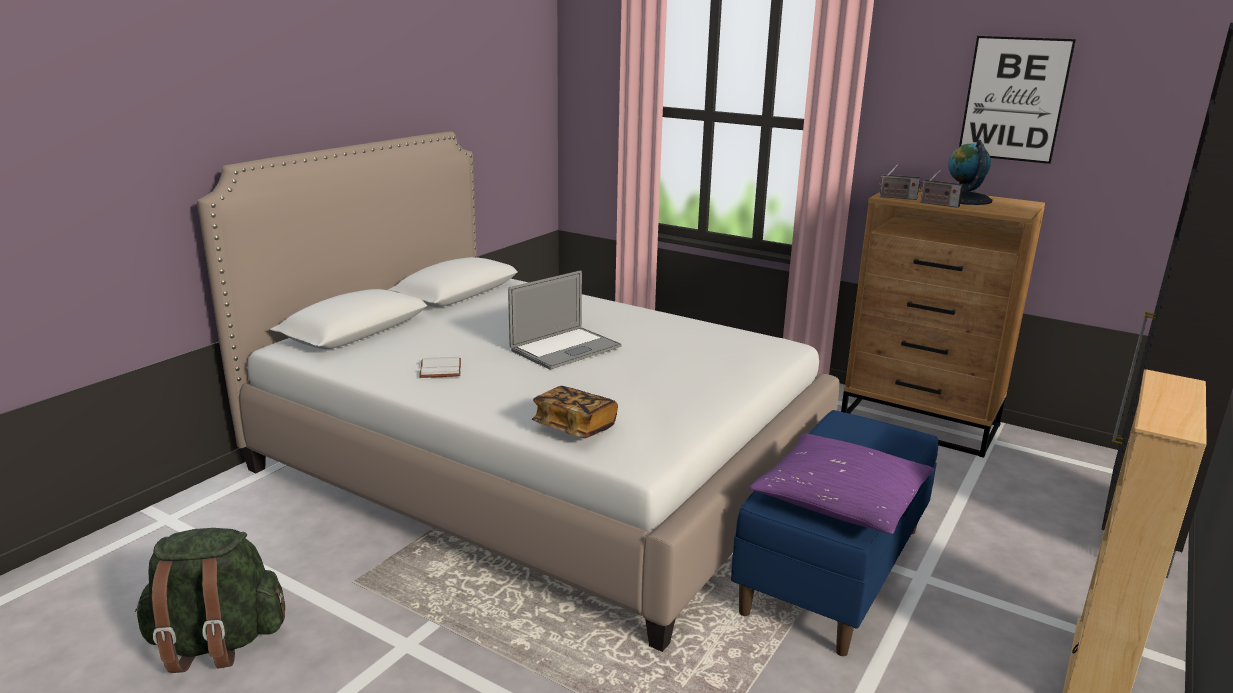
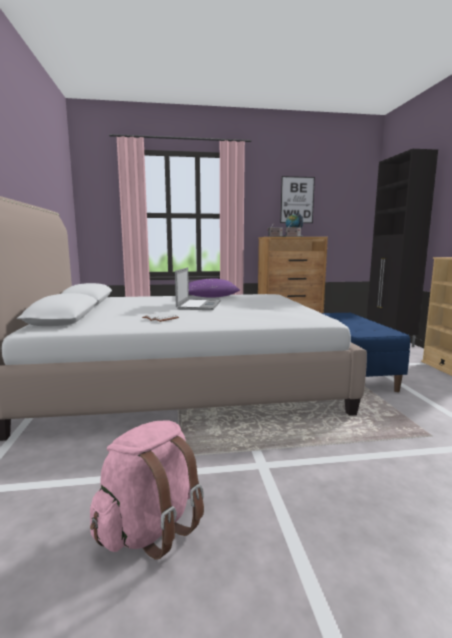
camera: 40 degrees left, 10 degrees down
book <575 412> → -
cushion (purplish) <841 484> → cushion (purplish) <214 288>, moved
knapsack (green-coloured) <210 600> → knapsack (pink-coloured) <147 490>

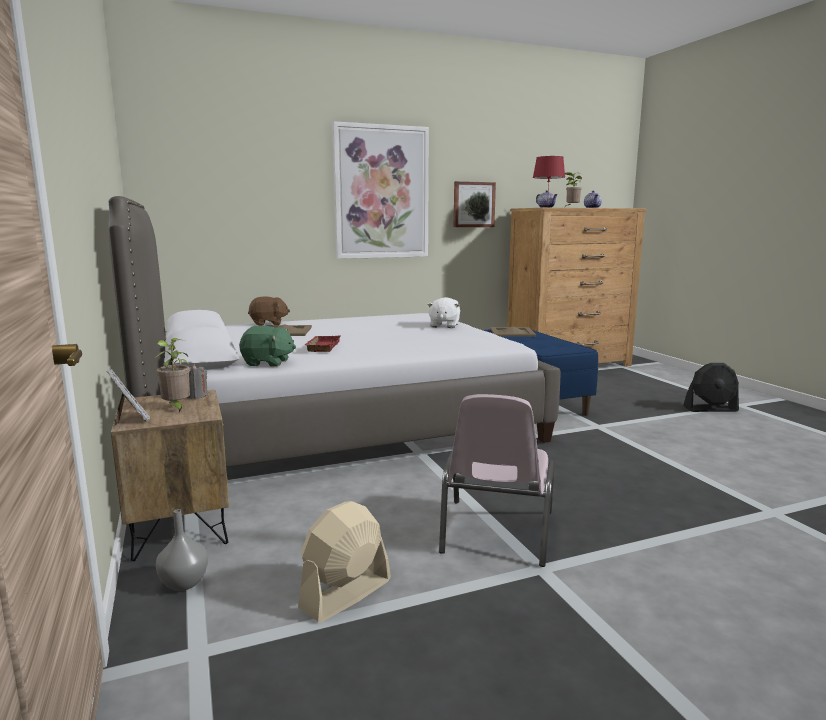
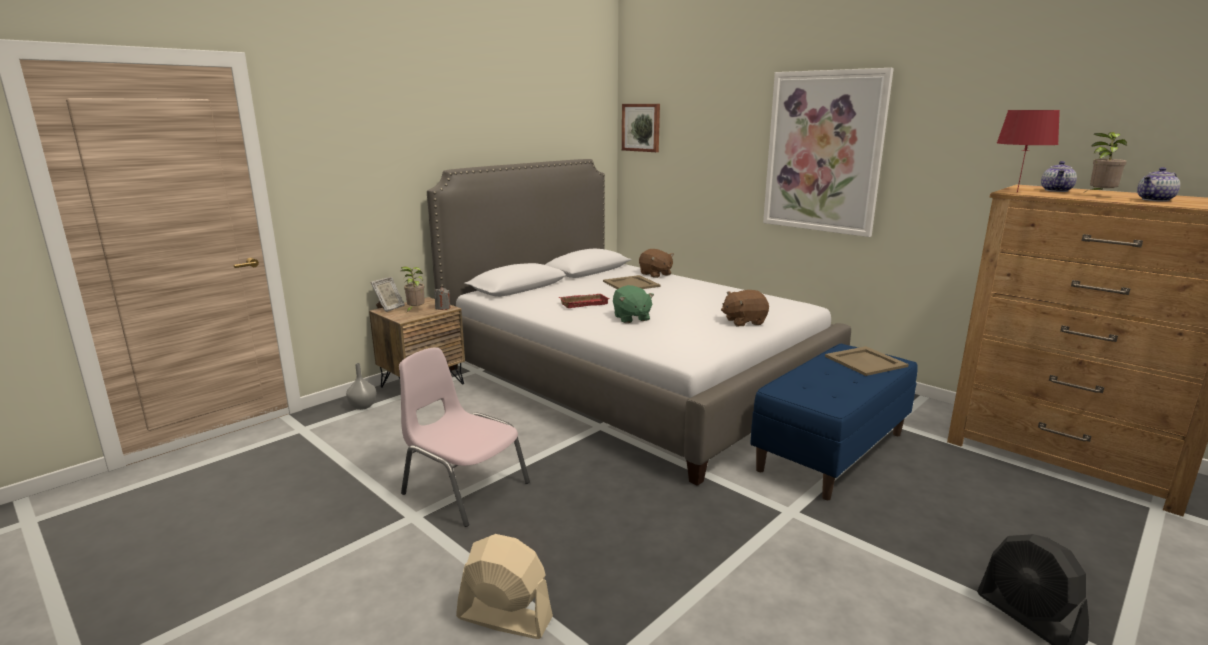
camera: 65 degrees right, 5 degrees up
wall picture <475 204> → wall picture <641 128>, moved
soft toy (white) <443 312> → soft toy (brown) <745 308>
soft toy (green-coloured) <267 346> → soft toy (green-coloured) <633 304>, moved
plain chair (pink-coloured) <497 480> → plain chair (pink-coloured) <464 437>, 45 degrees clockwise
electric fan (beige) <344 561> → electric fan (beige) <504 586>, moved

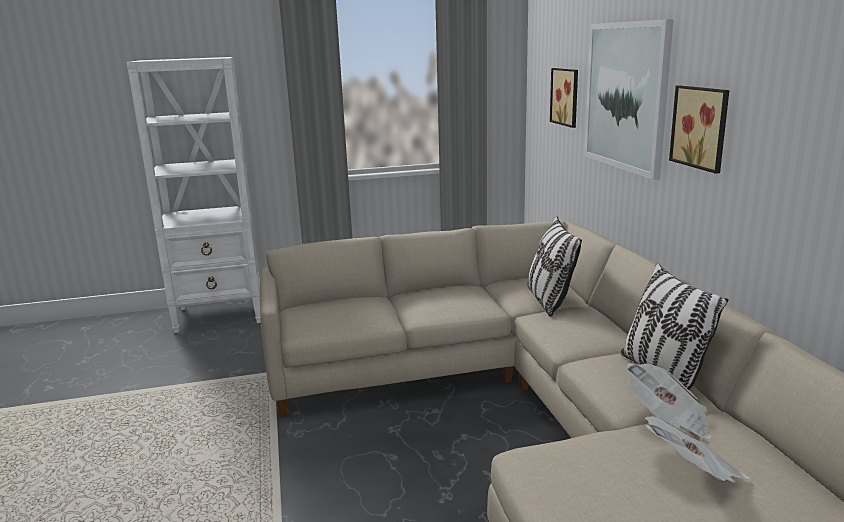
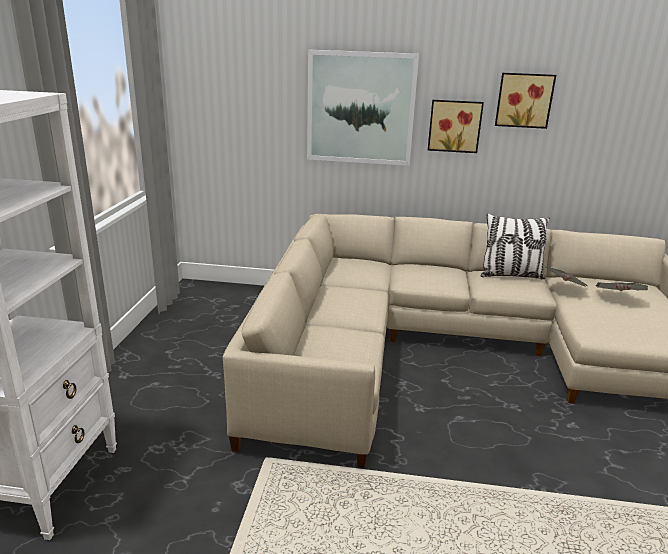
camera: 70 degrees left, 5 degrees up
wall picture <564 98> → wall picture <525 101>, moved
cushion <555 266> → -

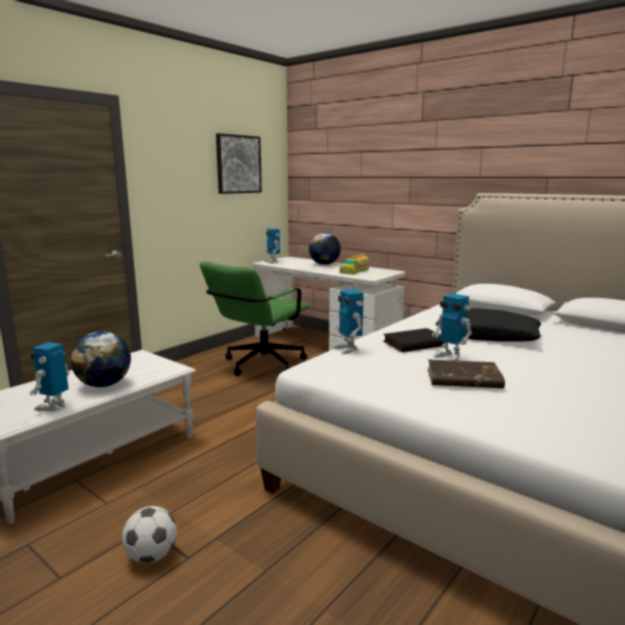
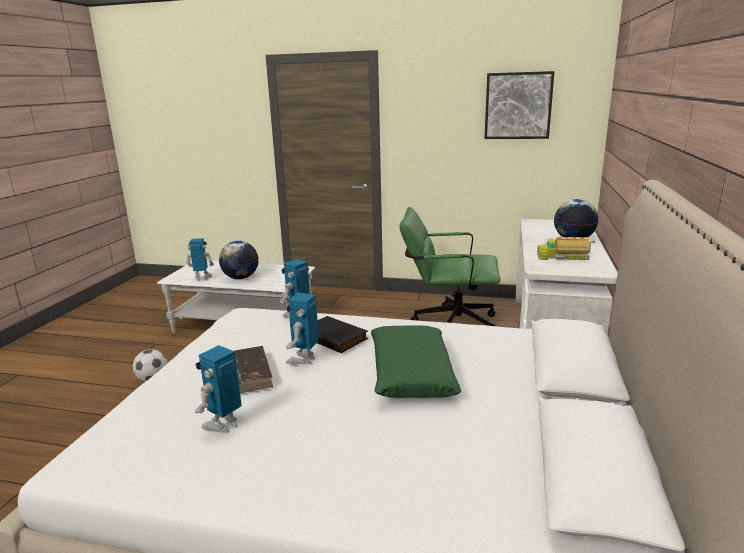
camera: 65 degrees right, 5 degrees up
robot figure <272 246> → robot figure <219 389>, moved
cushion (blackish) <488 324> → cushion (green-coloured) <416 361>

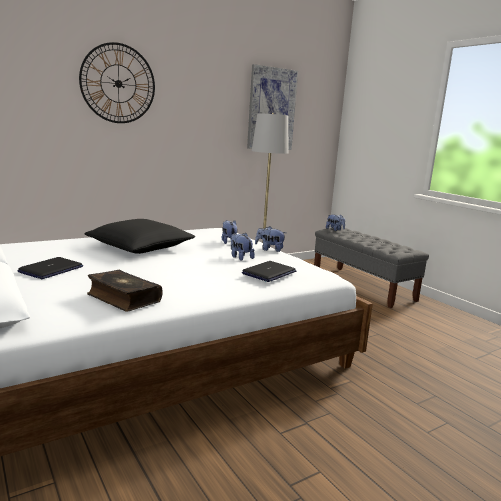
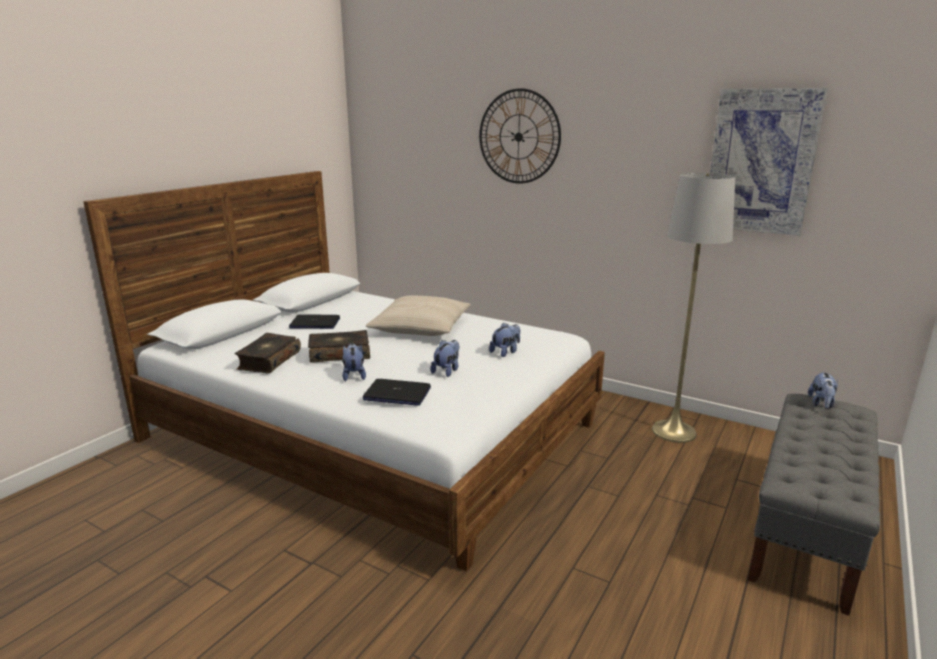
camera: 65 degrees right, 5 degrees up
cushion (blackish) <139 236> → cushion (beige) <418 316>
soft toy <270 239> → soft toy <354 362>, moved
- → book <339 346>

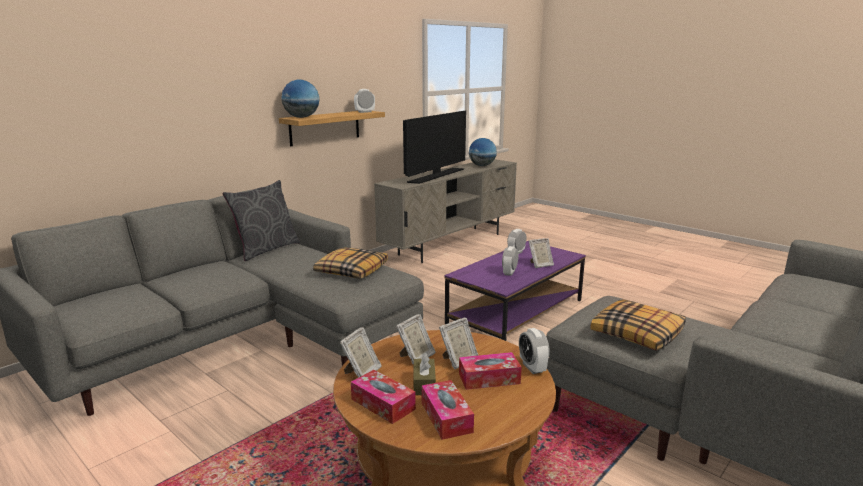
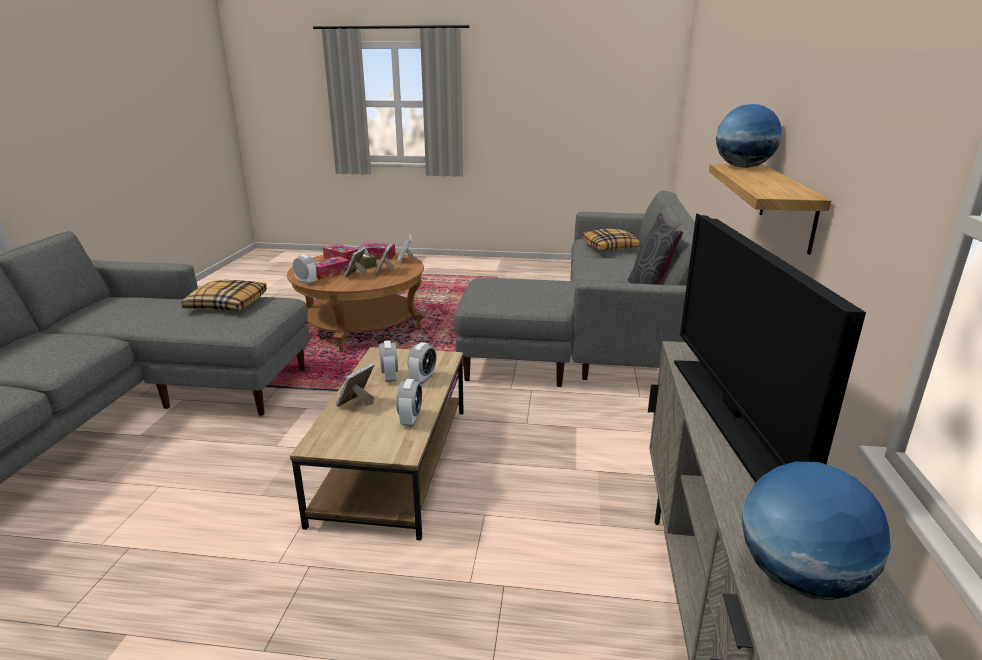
camera: 145 degrees right, 5 degrees up
bedside clock <364 101> → bedside clock <422 363>, moved
lounge table (purplish) <515 291> → lounge table (brown) <377 444>
cushion <350 263> → cushion <611 240>, moved

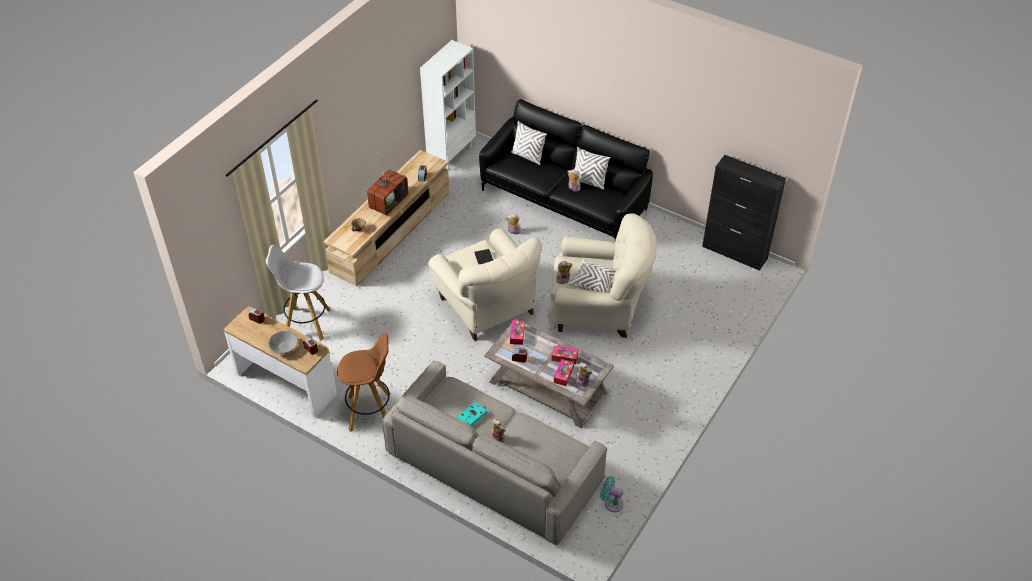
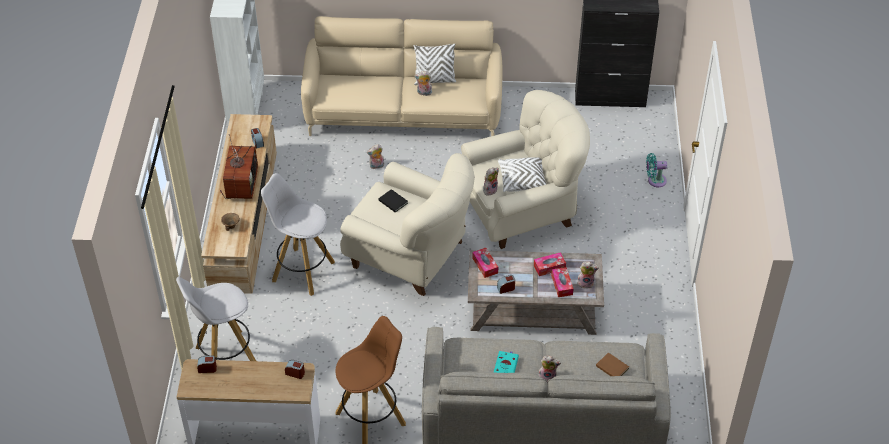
camera: 30 degrees left, 0 degrees up
couch (blackish) <566 169> → couch (beige) <402 76>
cushion (white) <529 143> → -
deep dish (greyish) <283 342> → -
electric fan (turquoise-coloured) <612 494> → electric fan (turquoise-coloured) <656 170>, moved
- → stool (white) <298 234>
- → book (brown) <612 364>

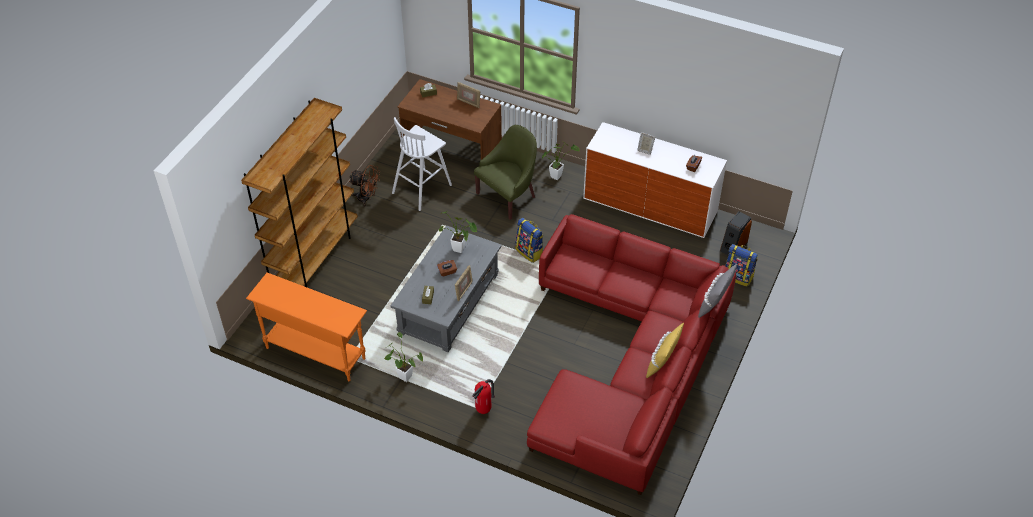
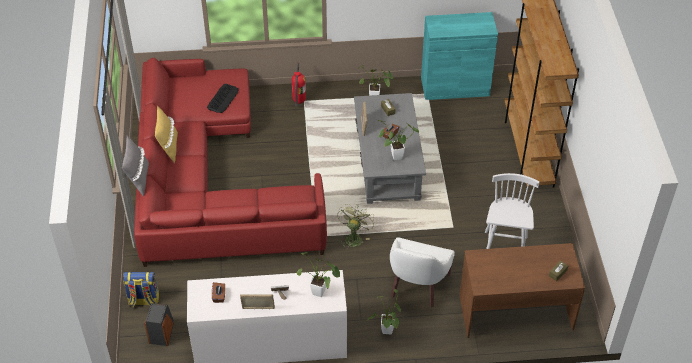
camera: 150 degrees right, 0 degrees up
picture frame <468 95> → picture frame <257 301>, moved
lounge chair (green-coloured) <505 172> → lounge chair (white) <422 272>
electric fan (brown) <364 185> → -
knapsack <529 240> → electric fan (green-coloured) <356 227>
narrow table (orange-coloured) <306 327> → cupboard (turquoise-coloured) <459 56>
- → computer keyboard <223 98>
- → plant in a pot <318 274>

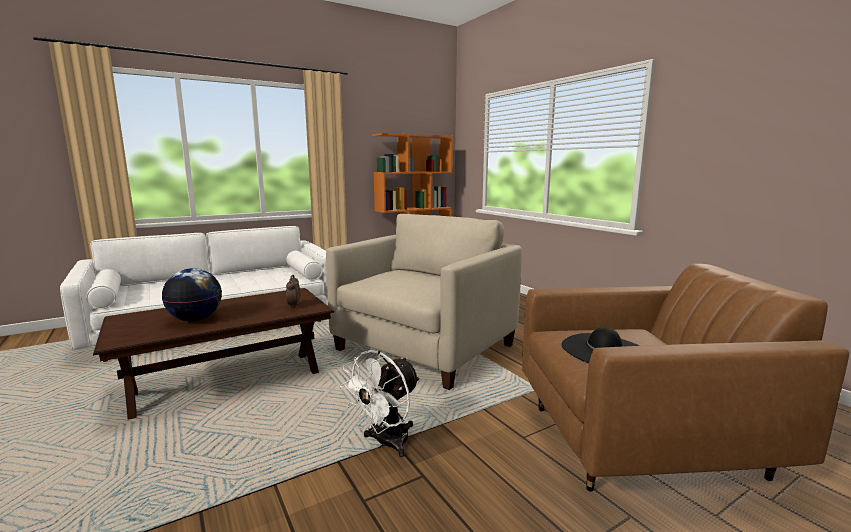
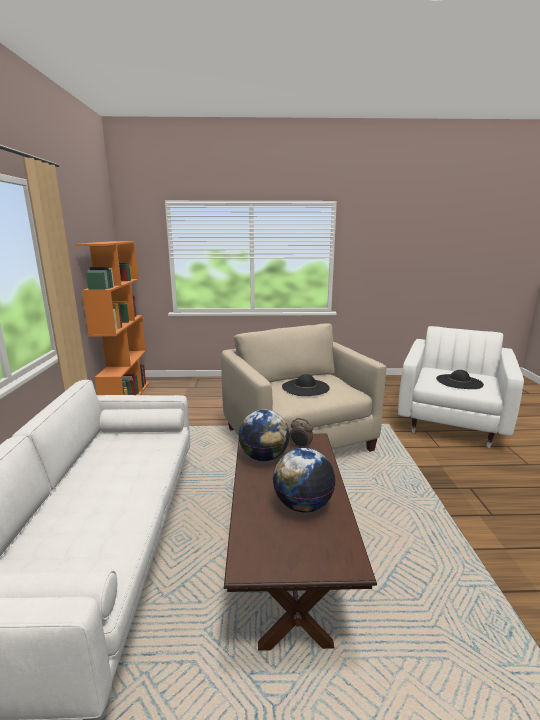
camera: 60 degrees left, 5 degrees up
lounge chair (brown) <685 378> → lounge chair (white) <461 387>
electric fan (white) <380 403> → -
- → wearable hat (blackish) <306 385>
- → desk globe <264 435>

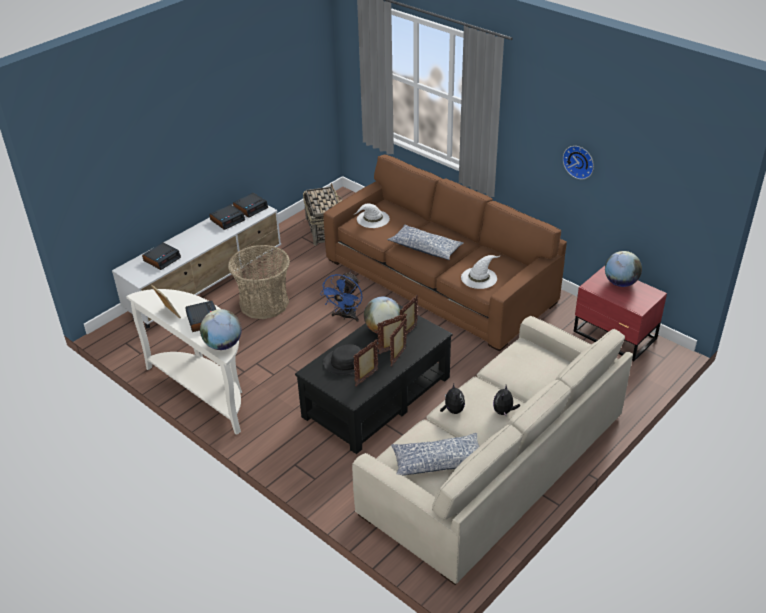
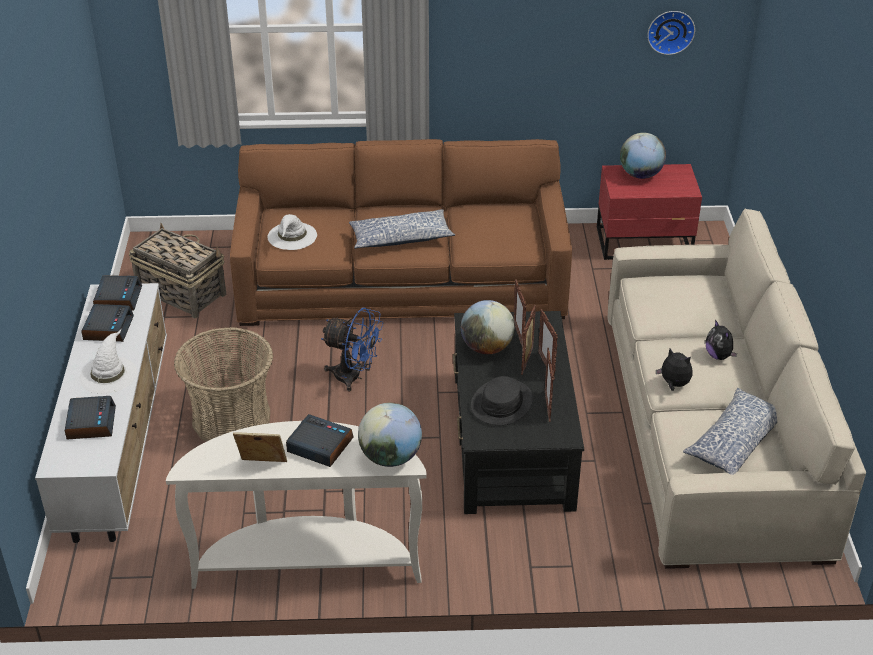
camera: 45 degrees left, 0 degrees up
hanging clock <578 162> → hanging clock <671 33>, moved
wearable hat (white) <481 272> → wearable hat (white) <108 361>, moved
electric fan (blue-coloured) <341 296> → electric fan (blue-coloured) <352 349>, 45 degrees counterclockwise

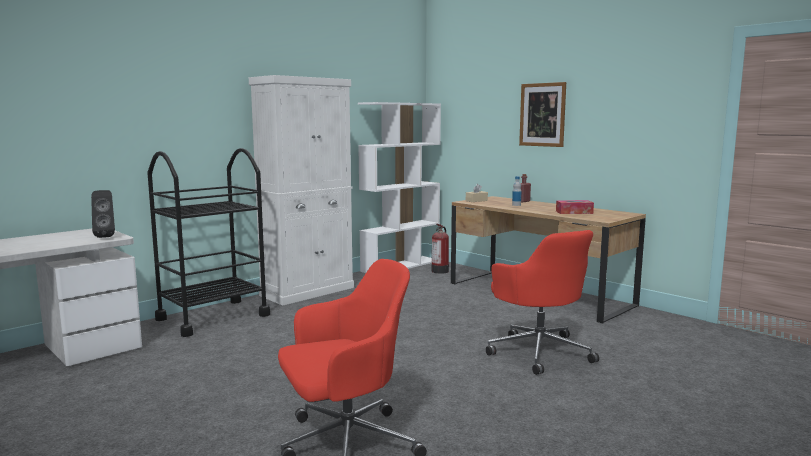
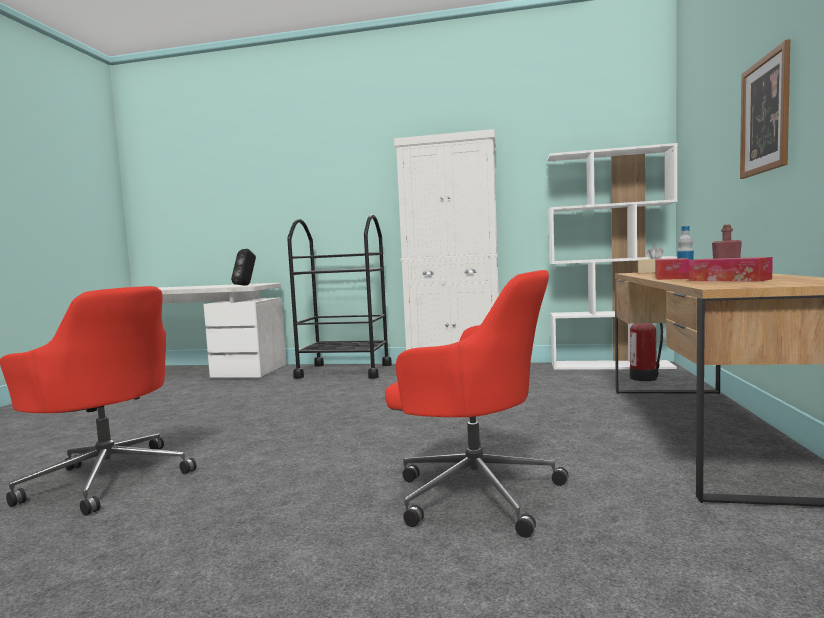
camera: 55 degrees right, 5 degrees down
office chair (red-coloured) <542 302> → office chair (red-coloured) <477 404>, 90 degrees counterclockwise
- → box of tissues <672 269>

